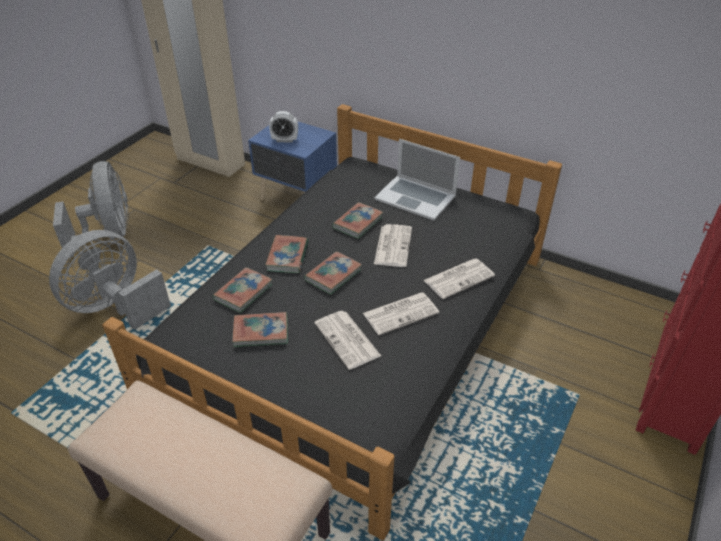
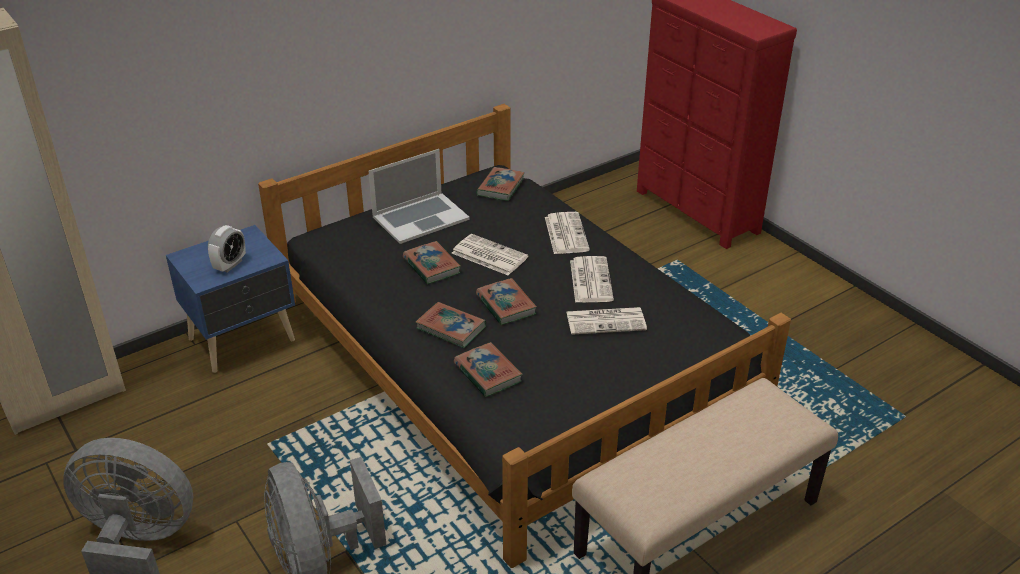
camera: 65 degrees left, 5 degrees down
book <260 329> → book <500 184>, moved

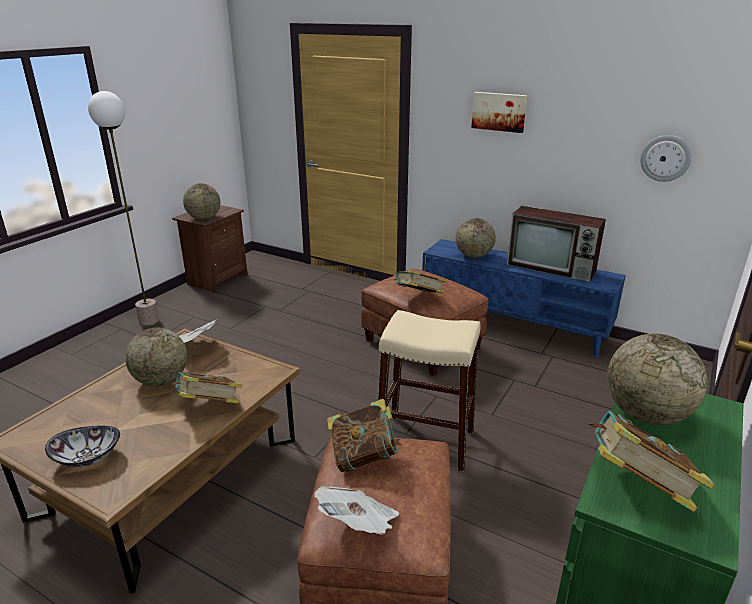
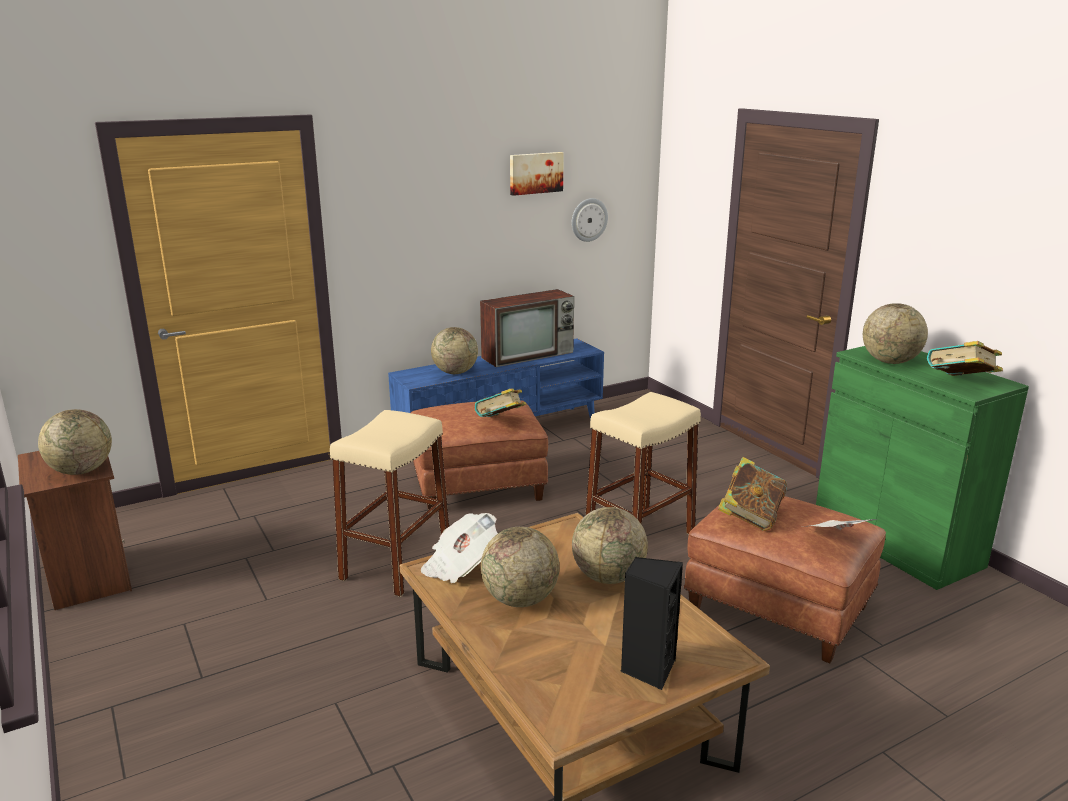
camera: 60 degrees left, 5 degrees down
floor lamp <123 208> → -
wall picture <499 112> → wall picture <537 174>, moved
book <206 387> → desk globe <610 545>
deep dish <82 446> → speaker (blackish) <652 623>
- → stool (beige) <389 503>

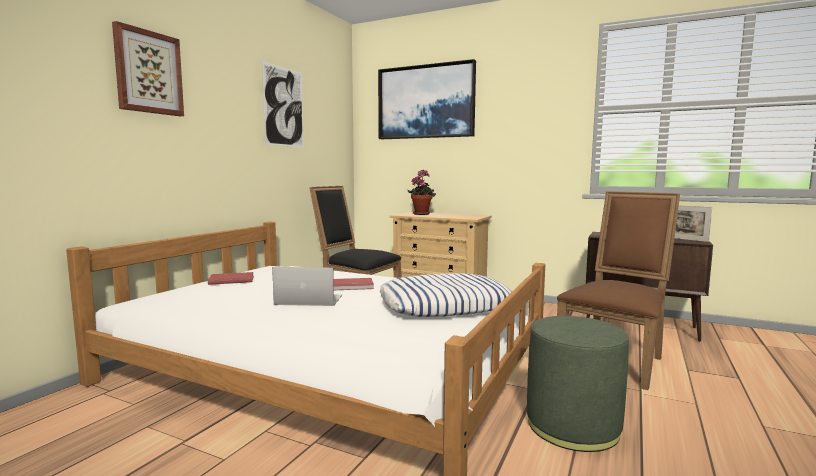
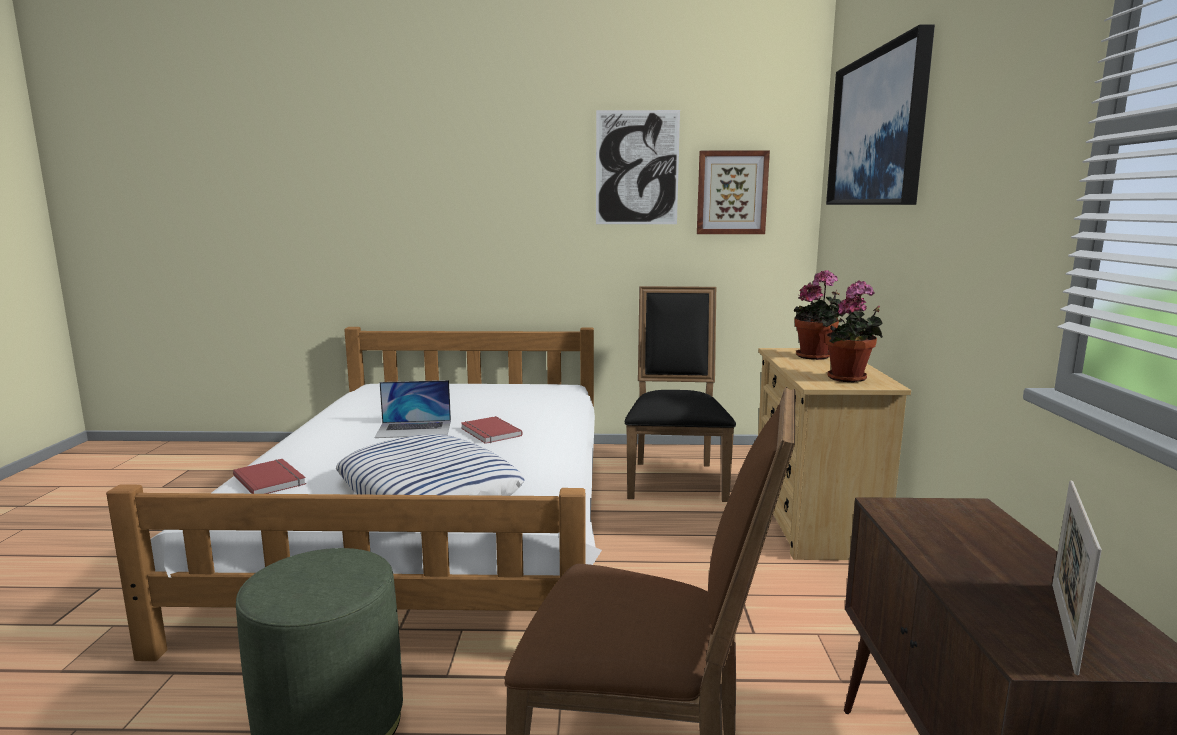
camera: 65 degrees right, 5 degrees up
wall picture <148 68> → wall picture <733 192>, moved
portable computer <307 286> → portable computer <412 409>, 105 degrees clockwise
book (red-coloured) <231 278> → book (red-coloured) <269 476>, moved
- → plant in a pot <854 331>

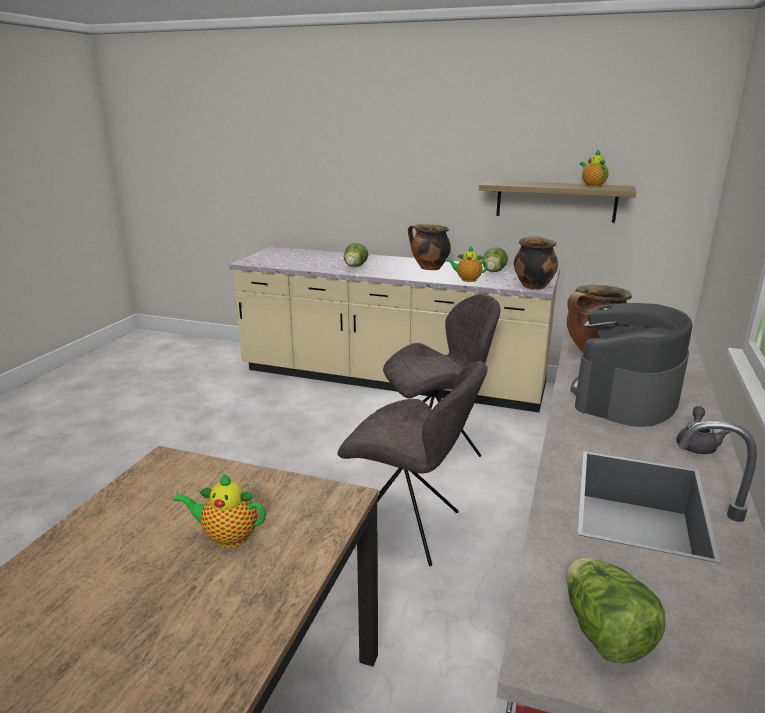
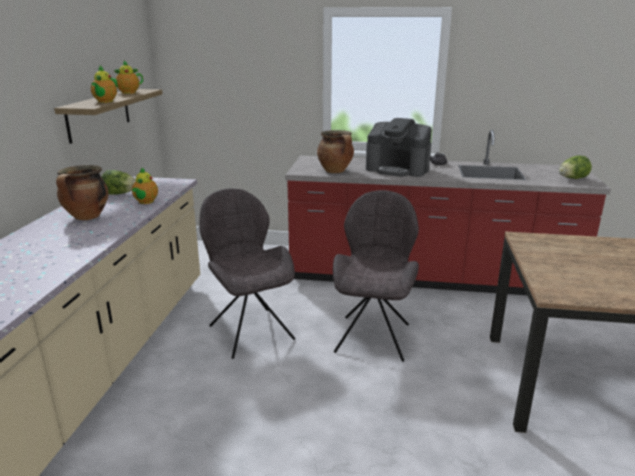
camera: 100 degrees left, 0 degrees up
stockpot <536 263> → -
lettuce <356 255> → -
pot for tea <219 510> → pot for tea <104 84>, moved

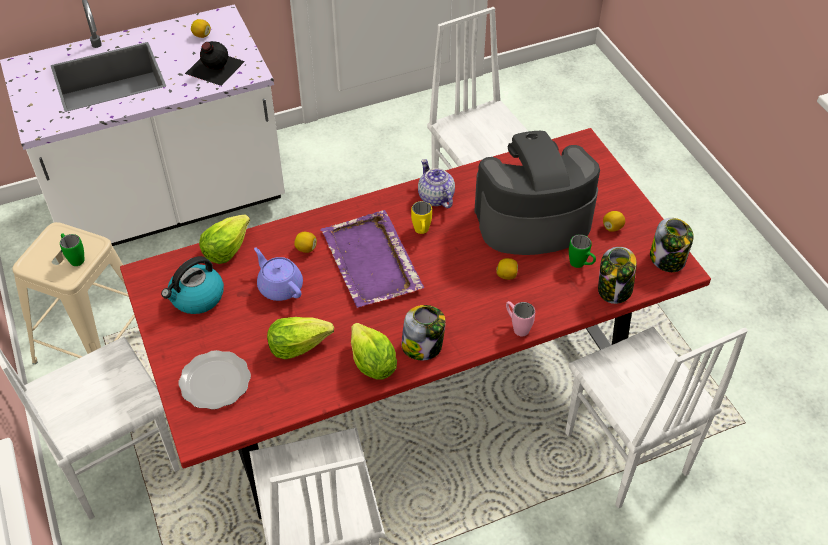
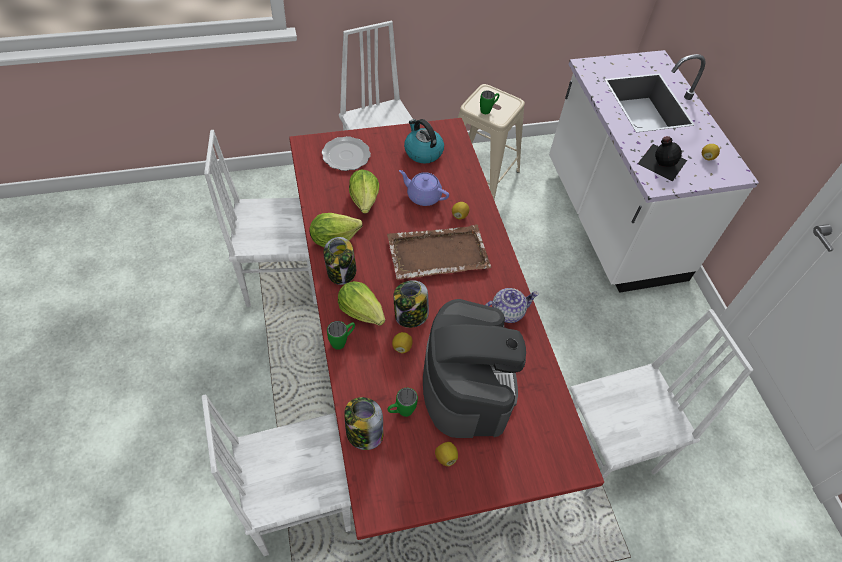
camera: 95 degrees right, 5 degrees up
tea mug (yellow-coloured) <421 217> → -
carrying tray (purplish) <372 259> → carrying tray (brown) <439 252>
lettuce <224 239> → lettuce <361 303>, moved
preserve jar <672 245> → preserve jar <411 304>, moved
pot for tea (purplish) <278 274> → pot for tea (purplish) <424 188>, 120 degrees counterclockwise
tea mug (pink-coloured) <520 318> → tea mug (green-coloured) <341 335>

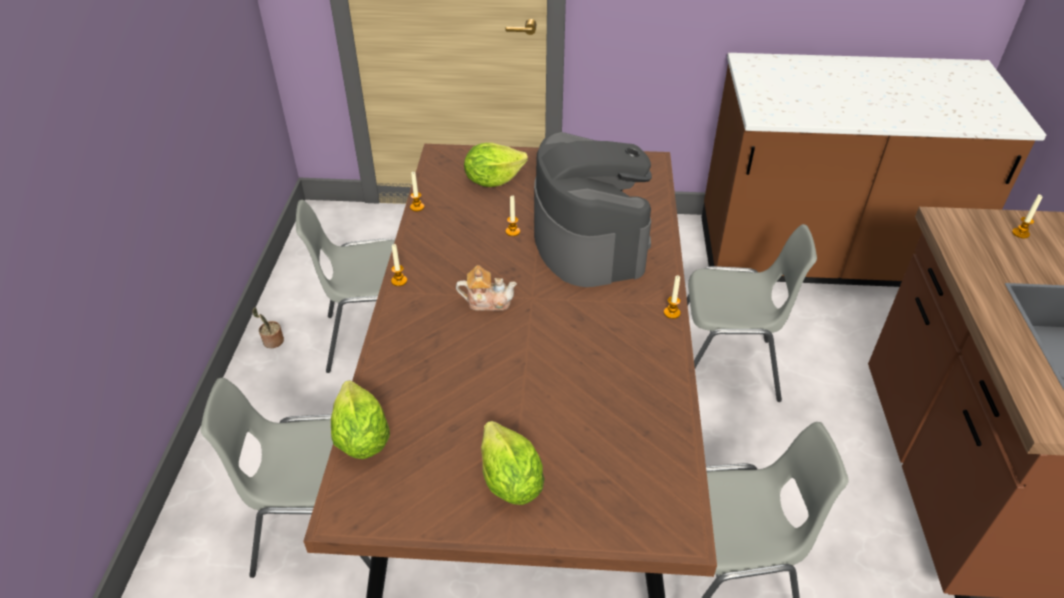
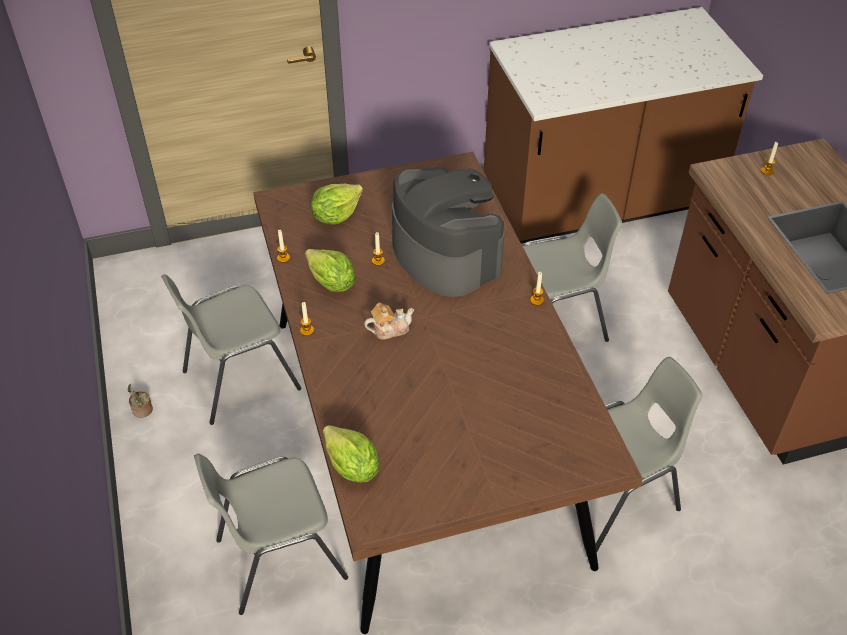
camera: 20 degrees left, 5 degrees up
lettuce <513 463> → lettuce <330 270>, moved

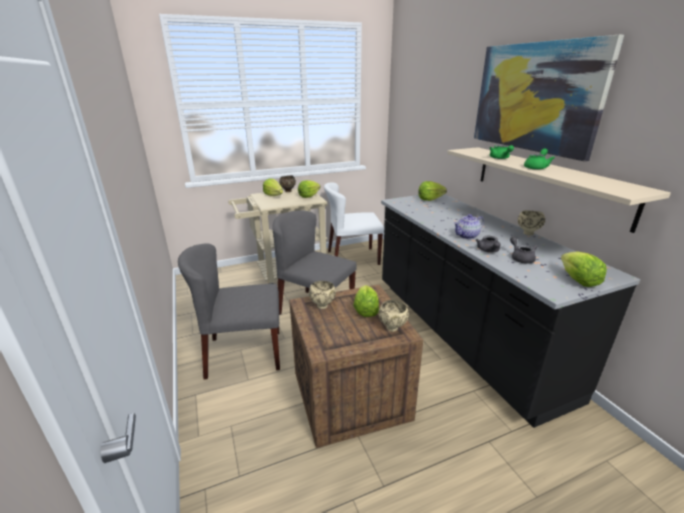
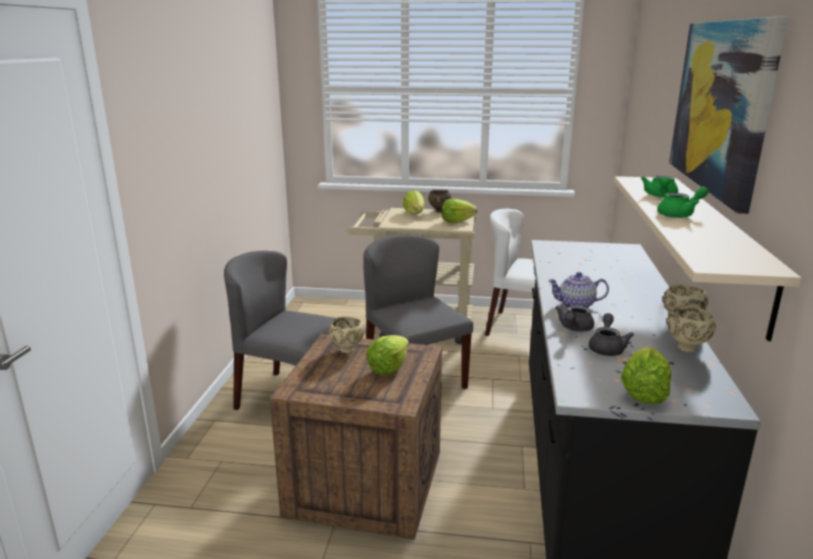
camera: 30 degrees right, 5 degrees down
lettuce <432 191> → -
deep dish (beige) <393 316> → deep dish (beige) <691 328>, moved

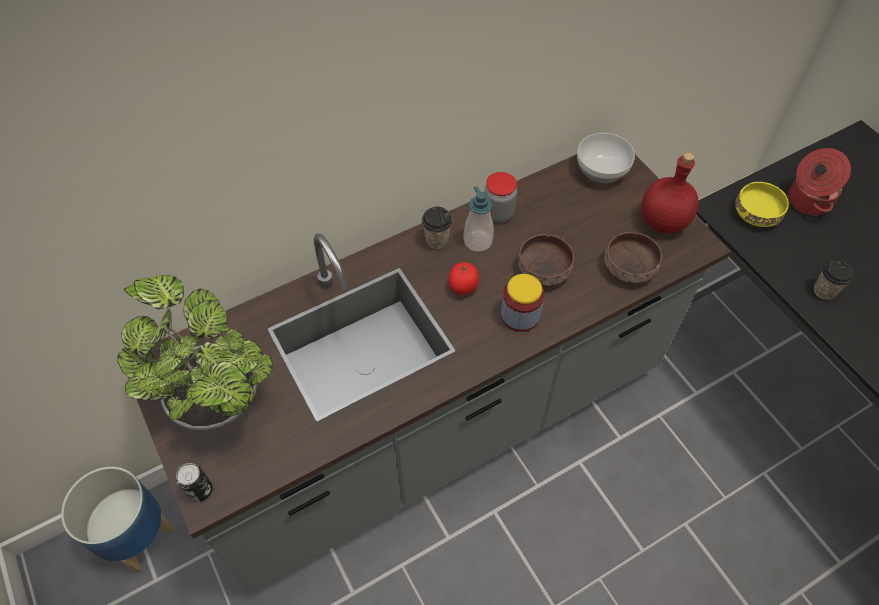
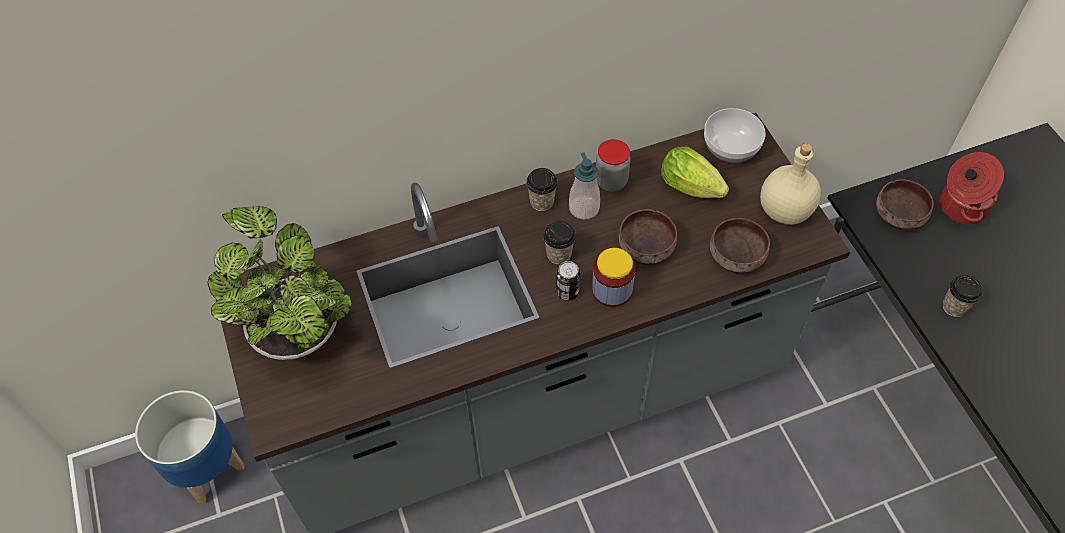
camera: 10 degrees right, 0 degrees up
bottle (red-coloured) <670 192> → bottle (beige) <790 184>
deep dish (yellow-coloured) <762 204> → deep dish (brown) <905 204>
fresh tomato <463 278> → drinking cup <559 243>
metal can <194 482> → metal can <568 281>, moved
- → lettuce <695 172>

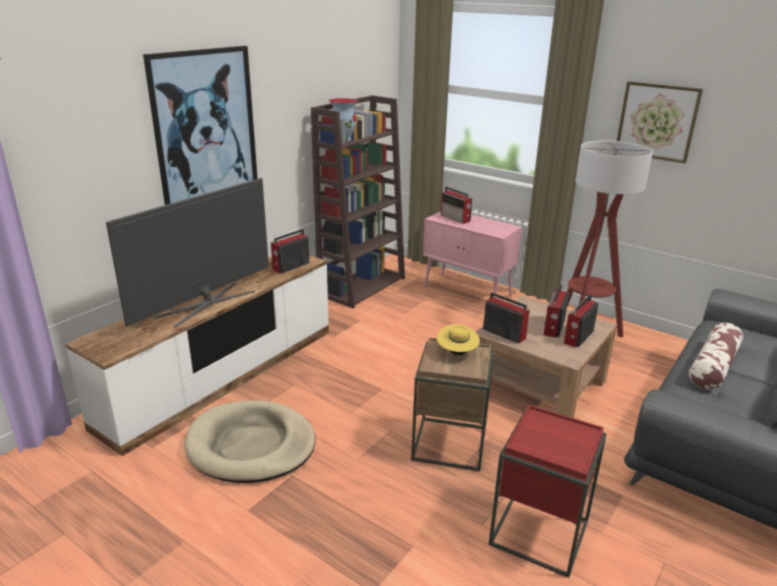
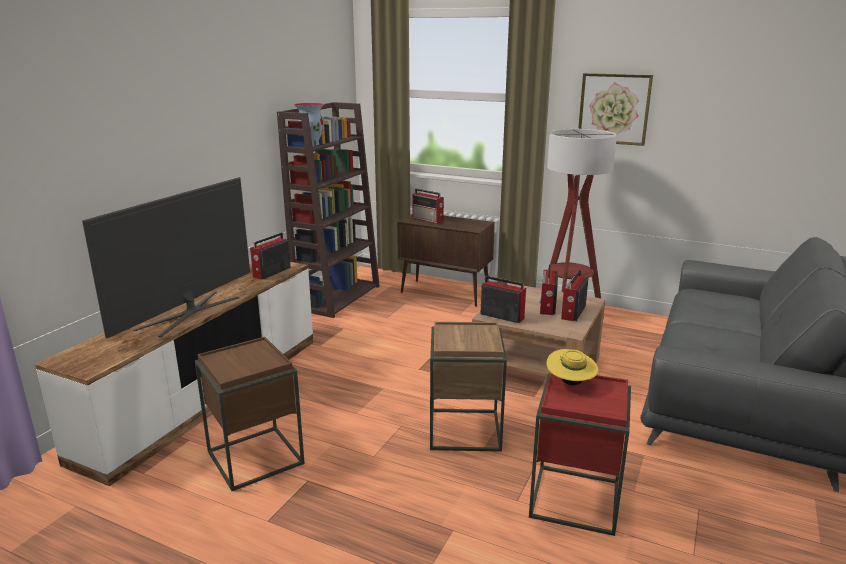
camera: 10 degrees left, 5 degrees down
wall picture <200 125> → -
cupboard (pink-coloured) <472 254> → cupboard (brown) <446 260>
cushion <716 356> → -
wearable hat (yellow-coloured) <458 339> → wearable hat (yellow-coloured) <572 367>, moved
dog bed (beige) <250 441> → accent table (brown) <250 414>

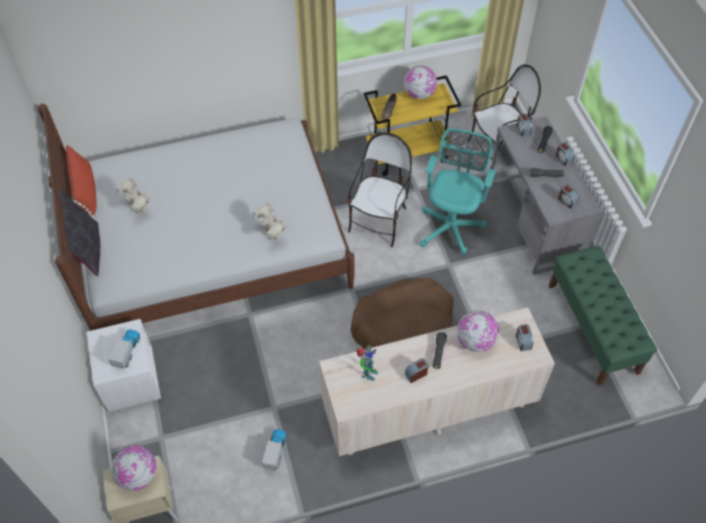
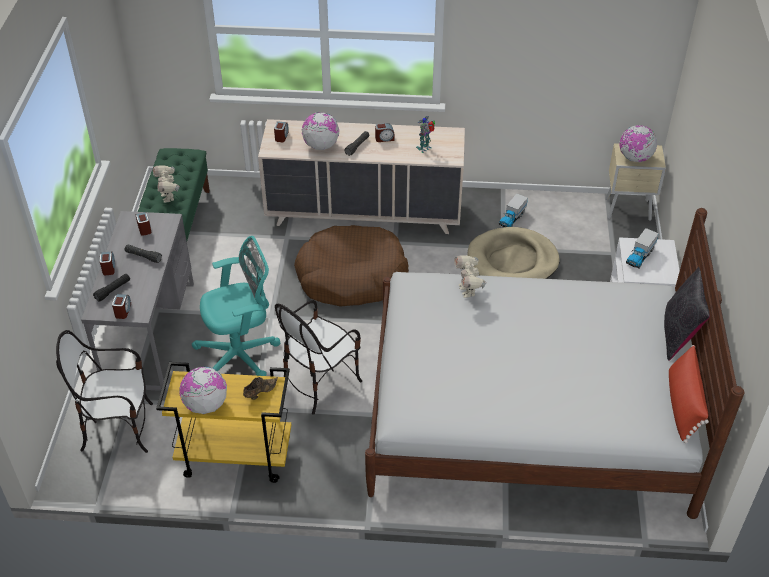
camera: 160 degrees left, 10 degrees down
office chair (turquoise-coloured) <457 191> → office chair (turquoise-coloured) <236 306>, 150 degrees counterclockwise
robot figure <133 196> → robot figure <166 184>, moved
- → dog bed (beige) <513 253>

